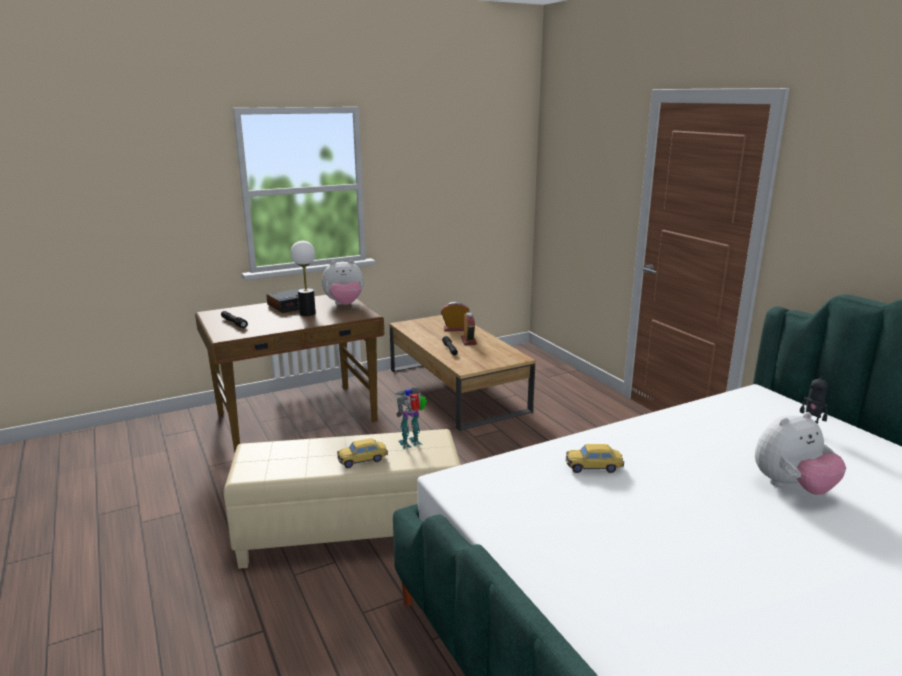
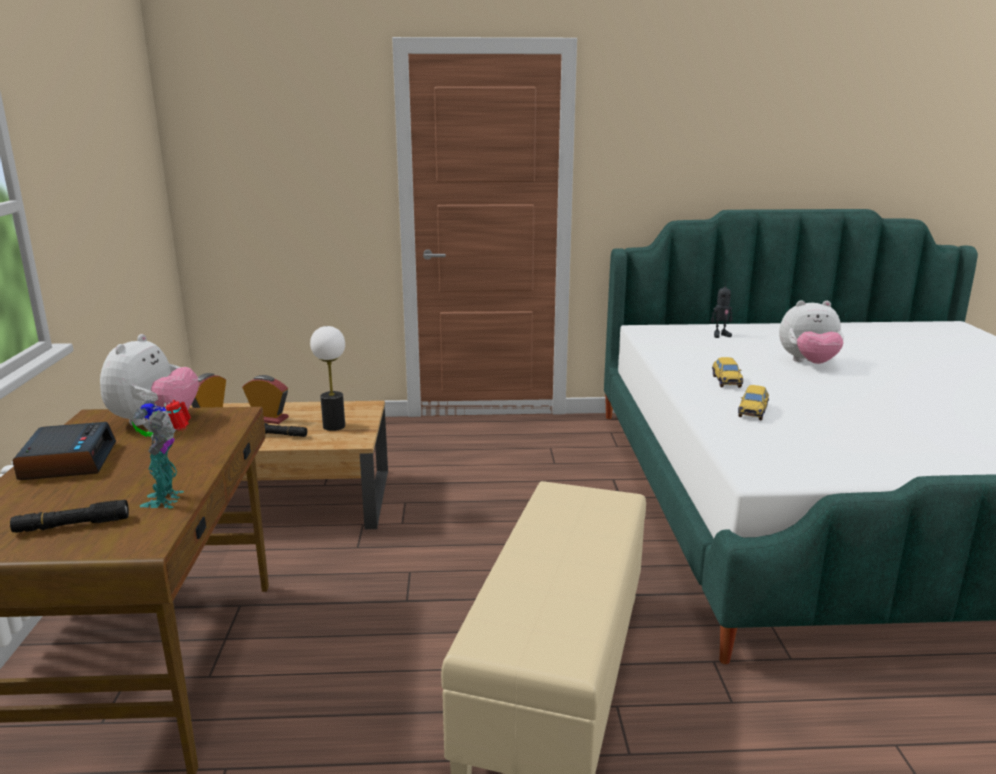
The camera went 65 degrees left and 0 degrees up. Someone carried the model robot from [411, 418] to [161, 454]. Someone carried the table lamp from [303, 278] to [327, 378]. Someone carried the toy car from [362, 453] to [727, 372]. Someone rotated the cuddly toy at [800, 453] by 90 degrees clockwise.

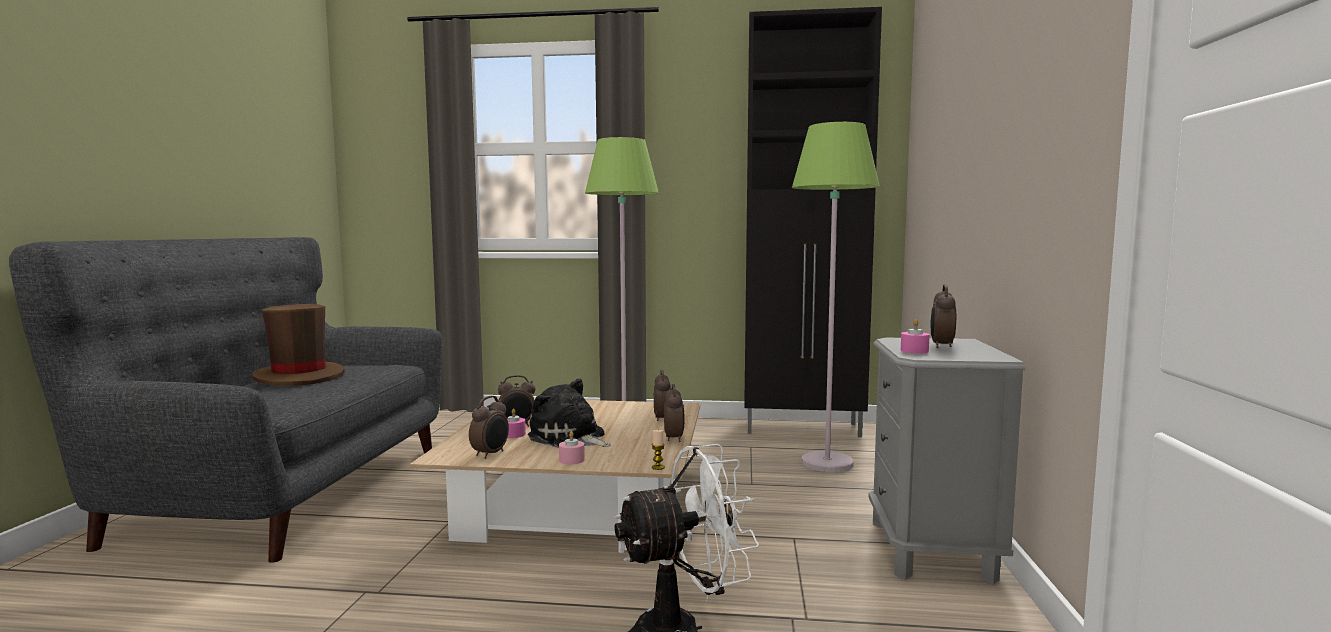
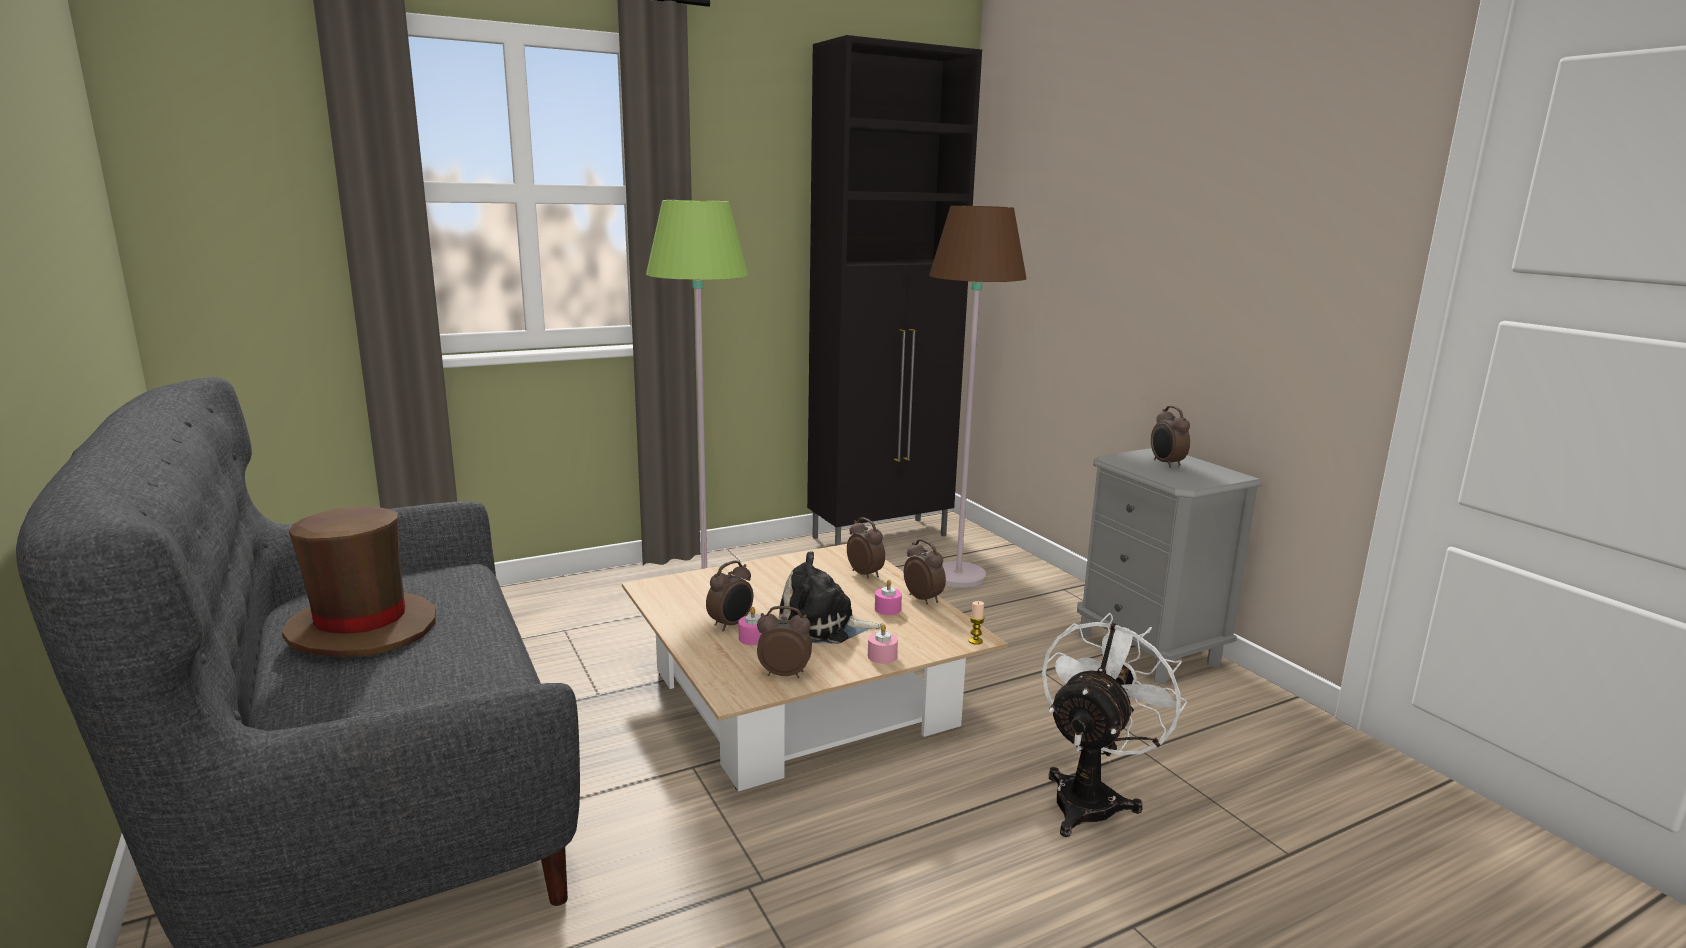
The camera went 35 degrees left and 10 degrees up. Someone rotated the alarm clock at [489, 427] by 75 degrees counterclockwise. Someone carried the candle (pink) from [915, 336] to [888, 597]. Someone repainted the standard lamp (green) at [836, 297], which became the standard lamp (brown-coloured) at [978, 397].

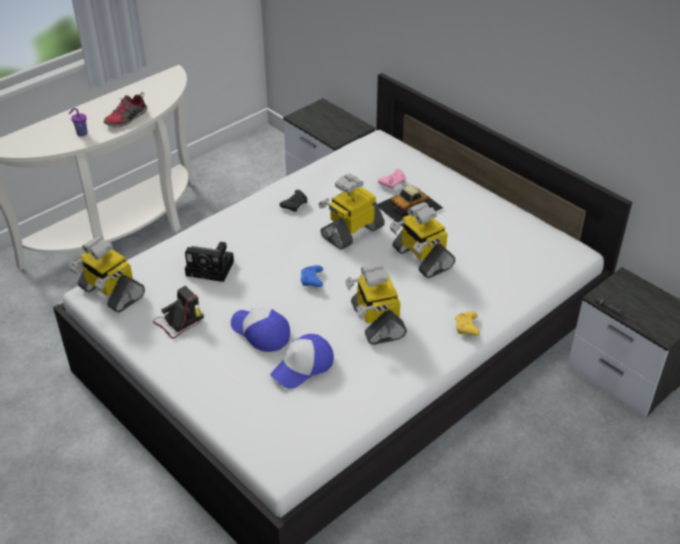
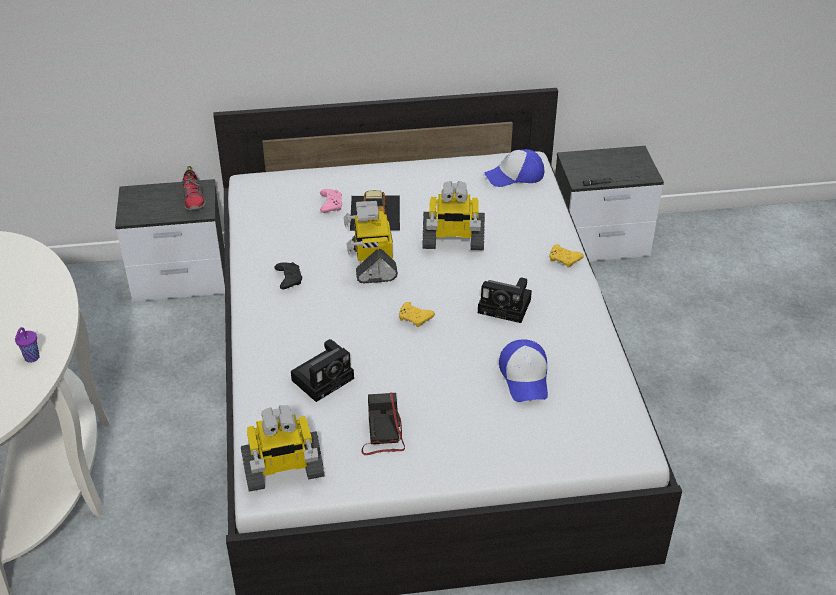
The camera went 55 degrees left and 0 degrees up. Someone carried the shoe from [125, 109] to [194, 188]. Someone repainted the joypad (blue) at [312, 276], which became the joypad (yellow) at [417, 314]. Someone swapped the model robot at [376, 304] for the still camera at [505, 300]. Someone carried the cap from [260, 330] to [514, 168].

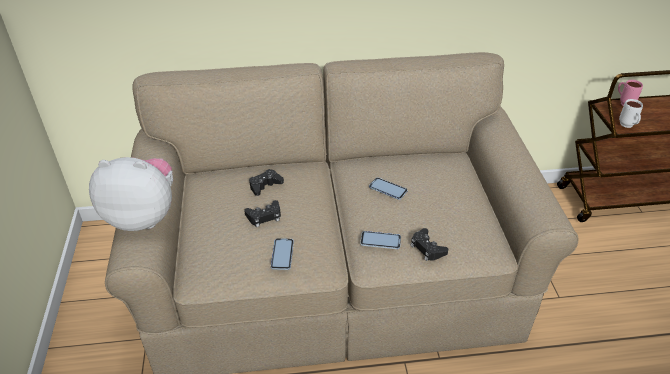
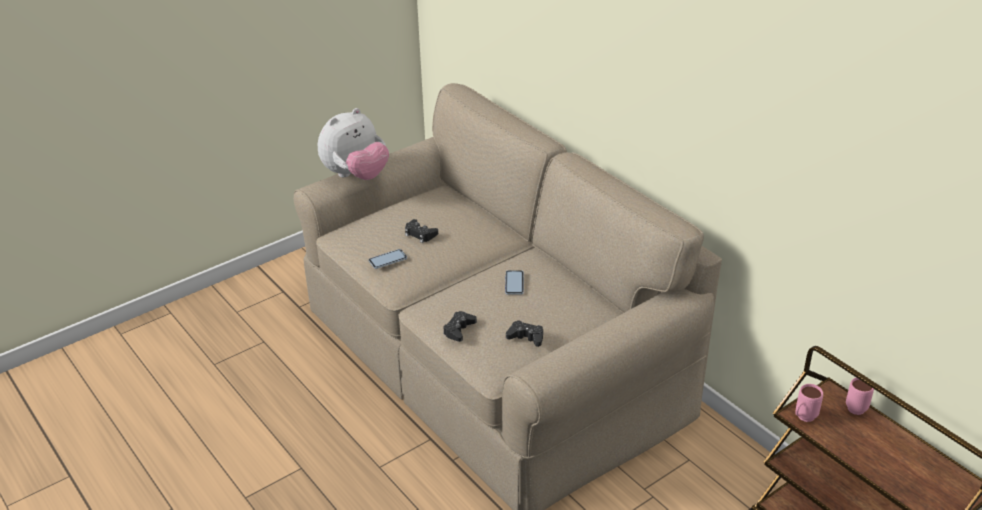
The camera went 60 degrees right and 5 degrees down. Someone rotated the cuddly toy at [131, 194] by 75 degrees clockwise. Someone carried the joypad (black-coloured) from [266, 182] to [524, 333]. Someone repainted the coffee mug (white-coloured) at [631, 113], which became the coffee mug (pink) at [809, 403]. Someone took away the telephone at [380, 240].

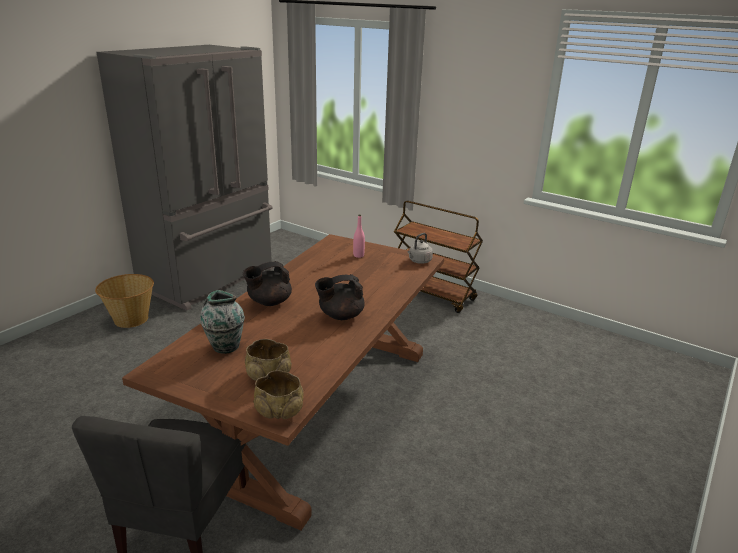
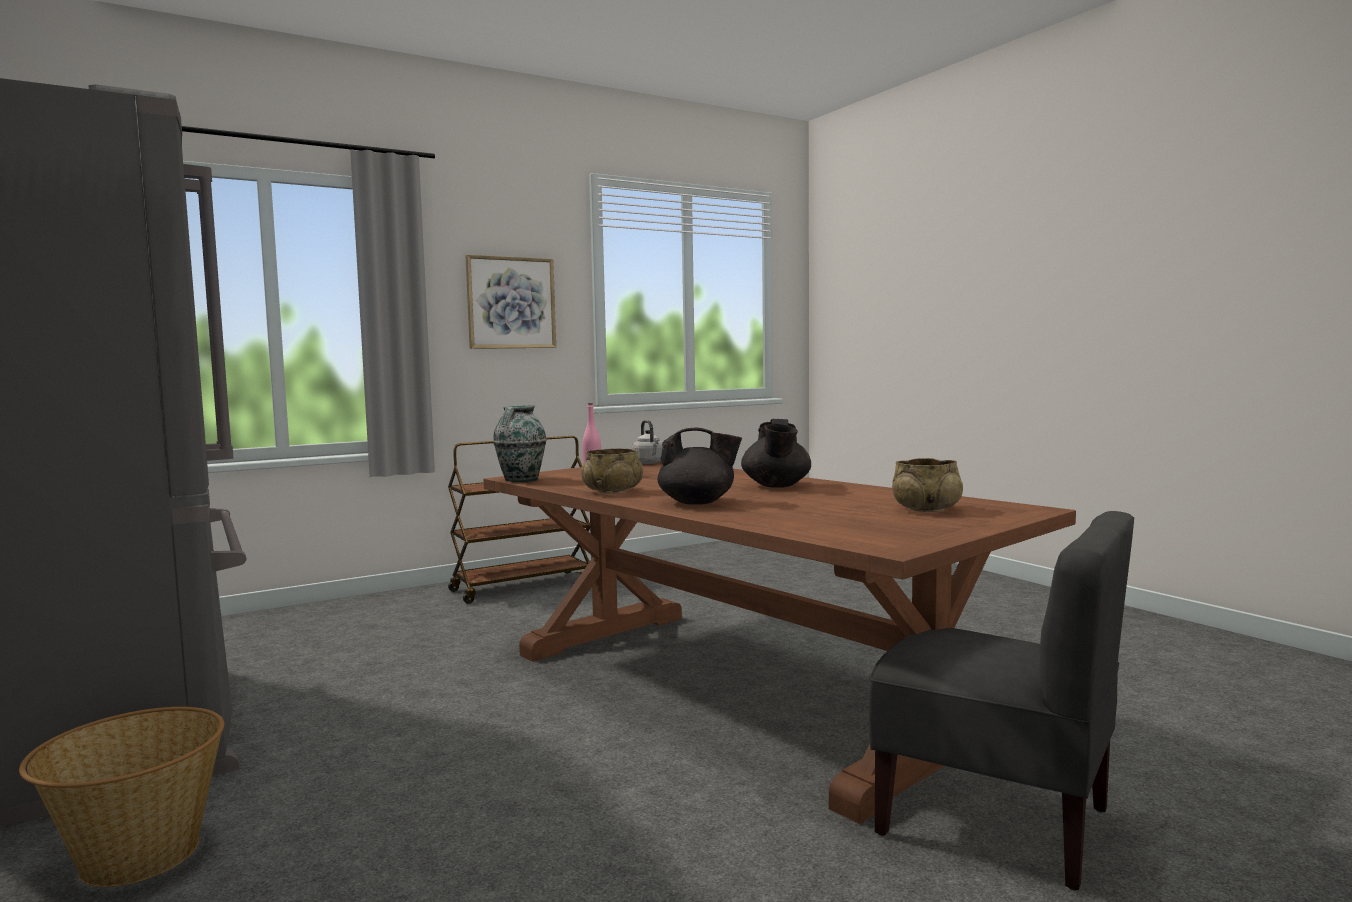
The camera went 65 degrees left and 20 degrees down. Someone put up the wall art at [510, 302]. Someone carried the vase from [222, 322] to [520, 443]. Someone carried the bowl (sand-coloured) from [278, 394] to [612, 471]. Someone rotated the tea pot (black-coloured) at [267, 283] by 75 degrees counterclockwise.

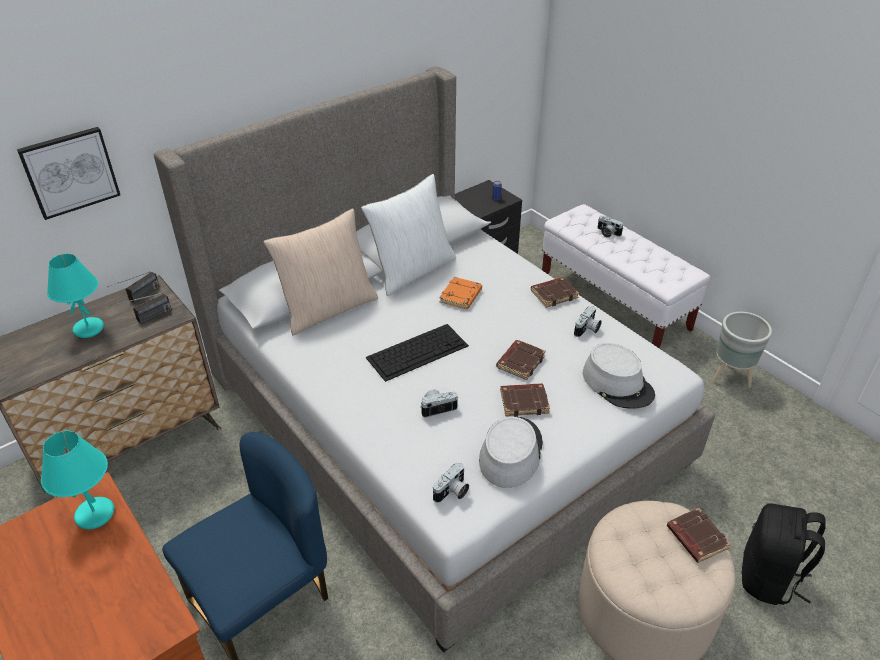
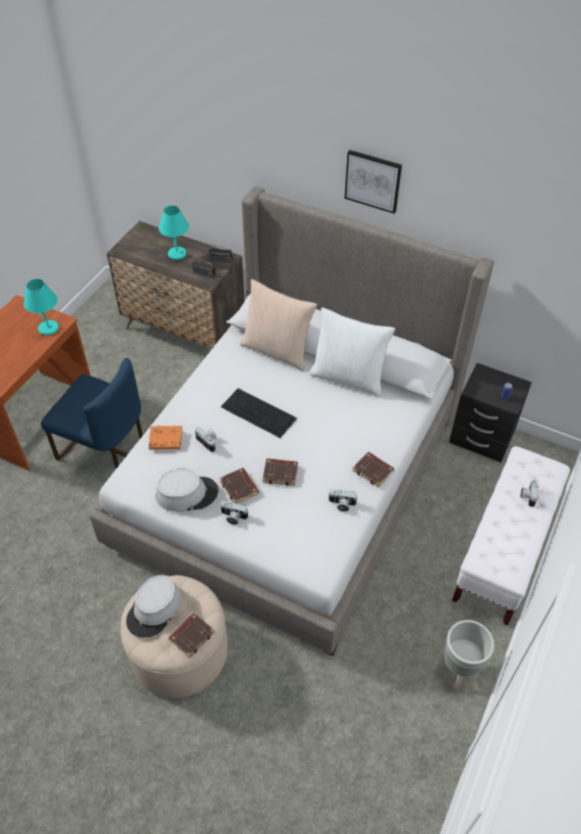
The camera went 65 degrees right and 10 degrees up. Someone carried the hat (greyish) from [619, 376] to [154, 606]. Someone carried the book (orangey) from [460, 293] to [166, 437]. Someone carried the still camera from [451, 483] to [234, 513]. Someone carried the wall art from [68, 173] to [373, 182]. Someone took away the backpack (black-coloured) at [783, 554].

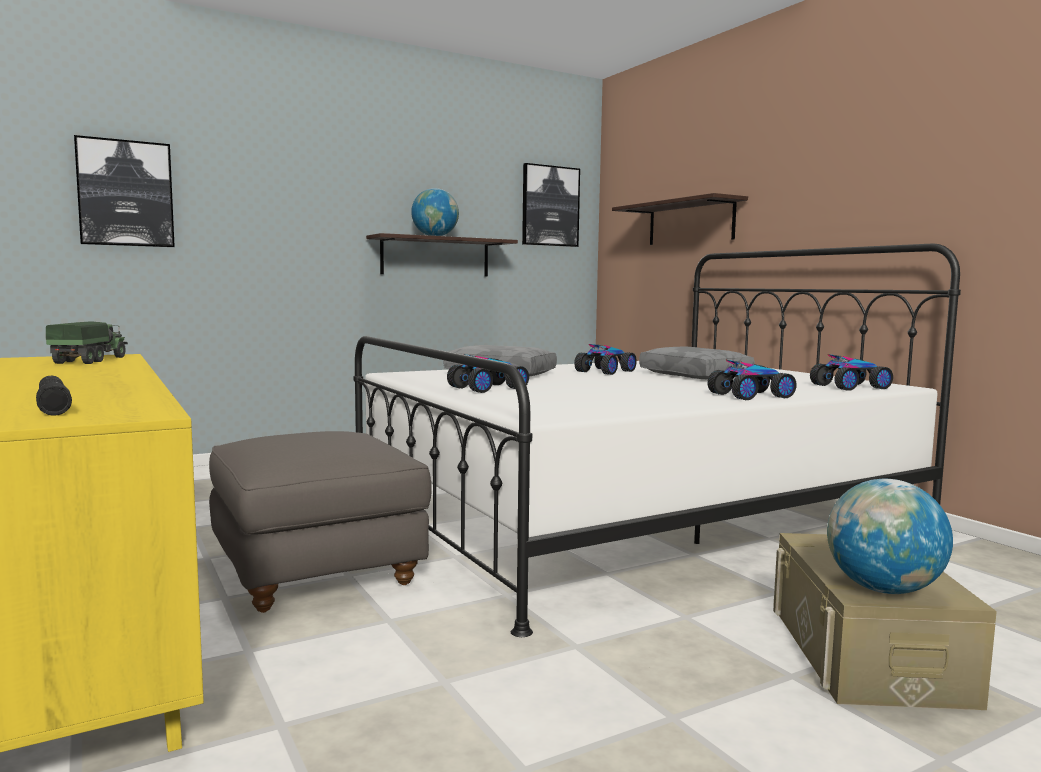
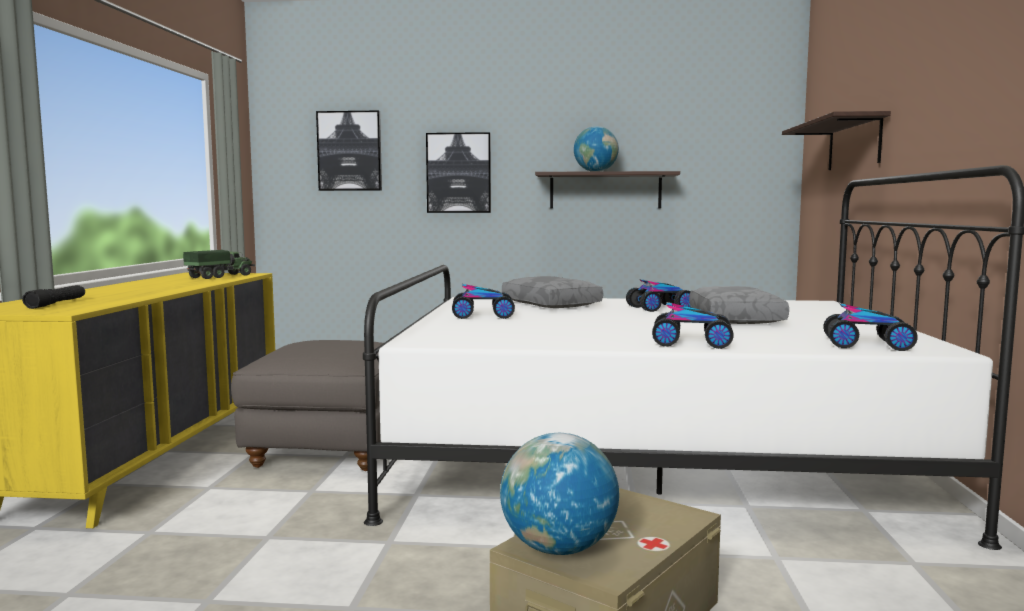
The camera went 35 degrees right and 0 degrees up. Someone carried the wall art from [551, 205] to [458, 172].

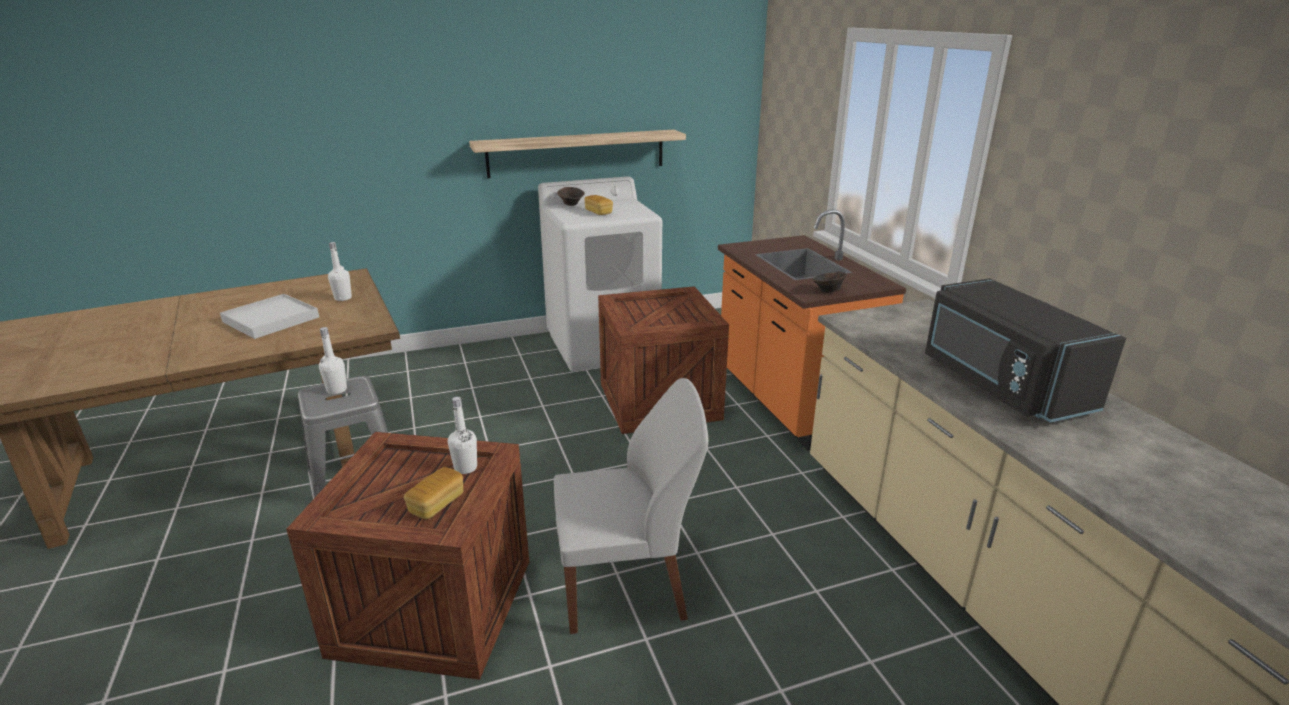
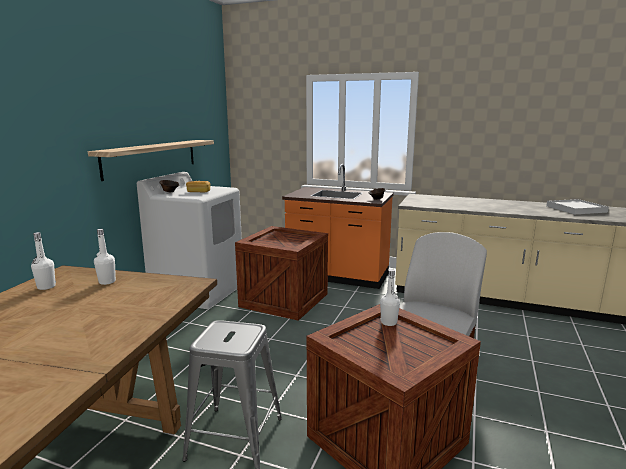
The camera went 50 degrees left and 10 degrees down. Someone carried the bottle (white-coloured) from [333, 360] to [43, 261]. Someone carried the tray (white-coloured) from [269, 316] to [577, 206]. Someone took away the baked bread at [433, 493]. Someone took away the kitchen microwave (black-coloured) at [1025, 350].

